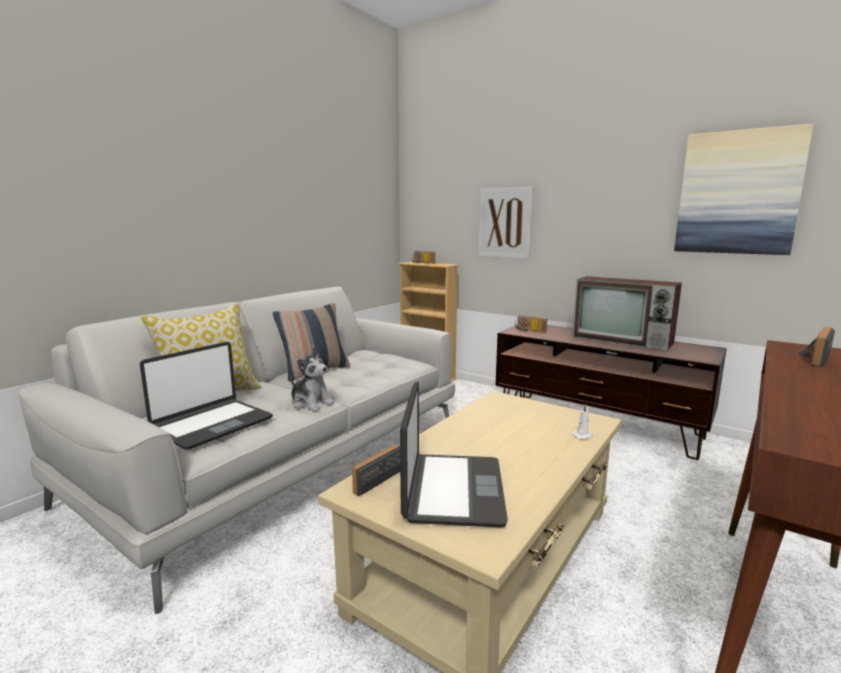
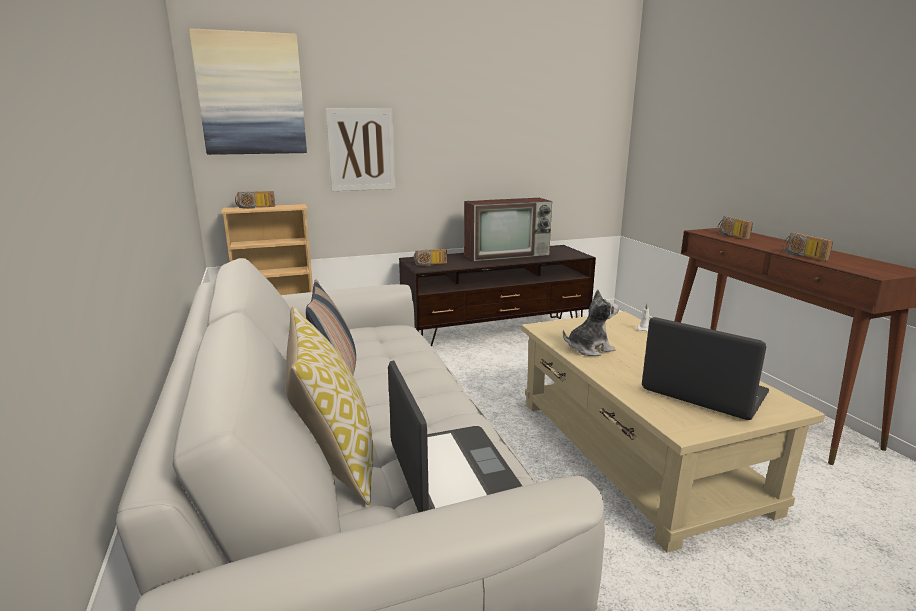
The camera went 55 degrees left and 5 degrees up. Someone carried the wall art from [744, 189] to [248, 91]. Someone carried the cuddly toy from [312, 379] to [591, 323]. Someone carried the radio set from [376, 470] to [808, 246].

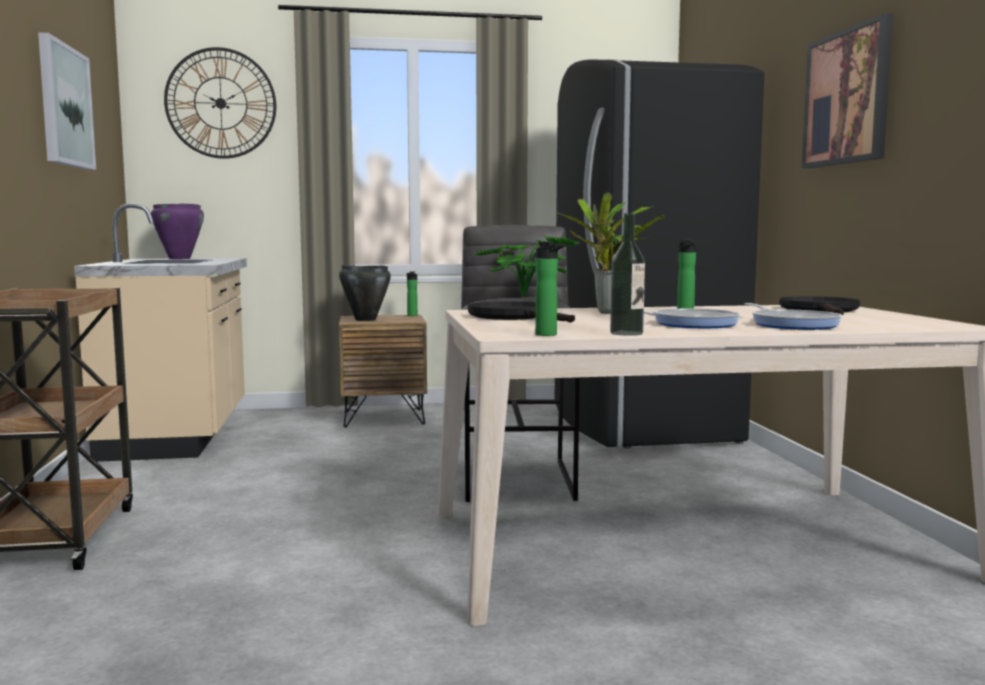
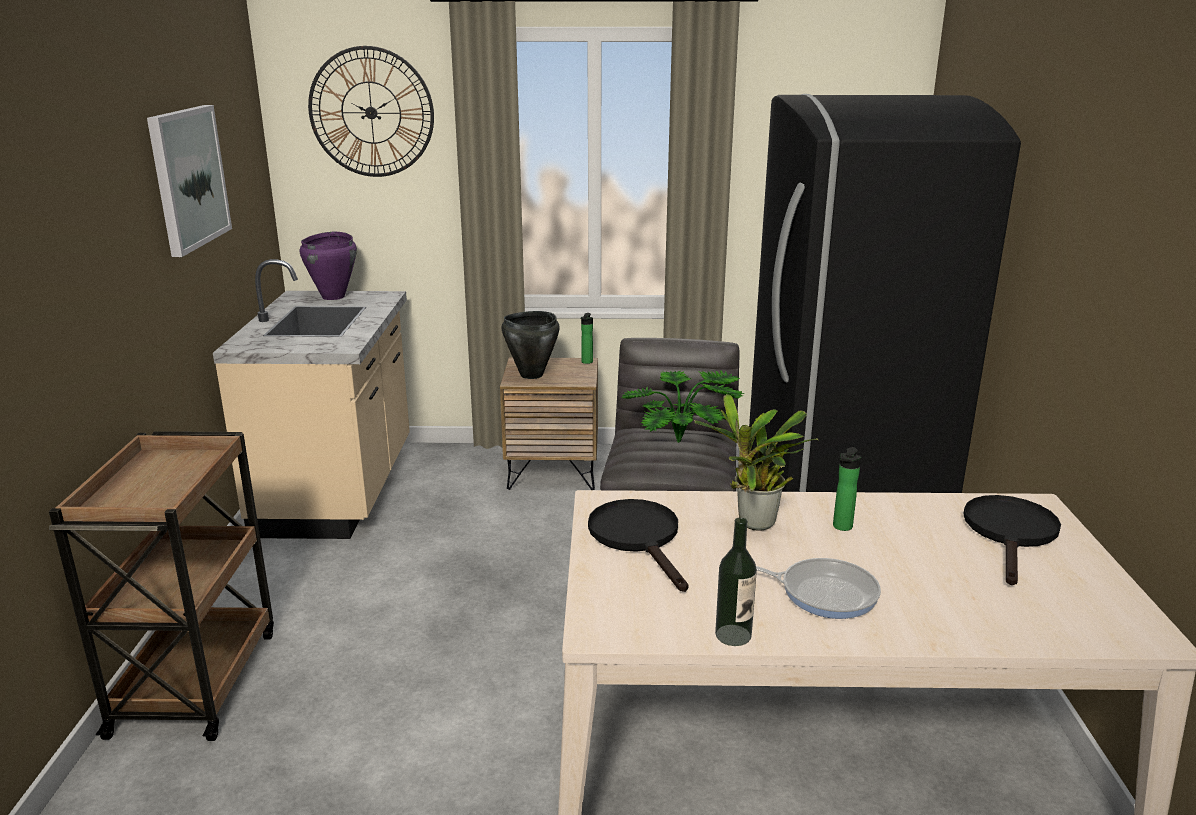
The camera went 10 degrees right and 15 degrees up. Someone took away the bottle at [550, 289]. Someone took away the frying pan at [793, 316]. Someone took away the wall art at [847, 90].

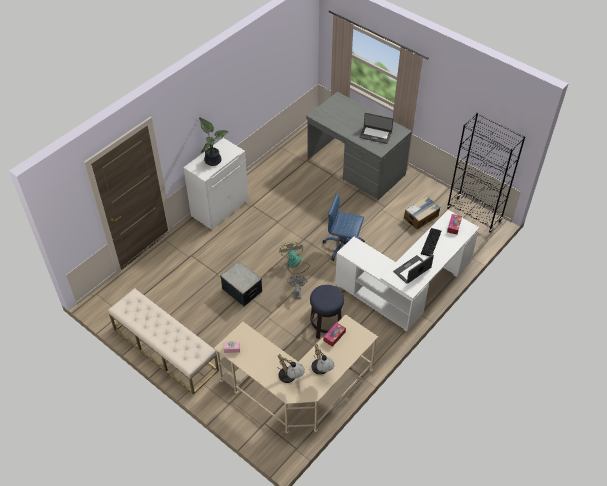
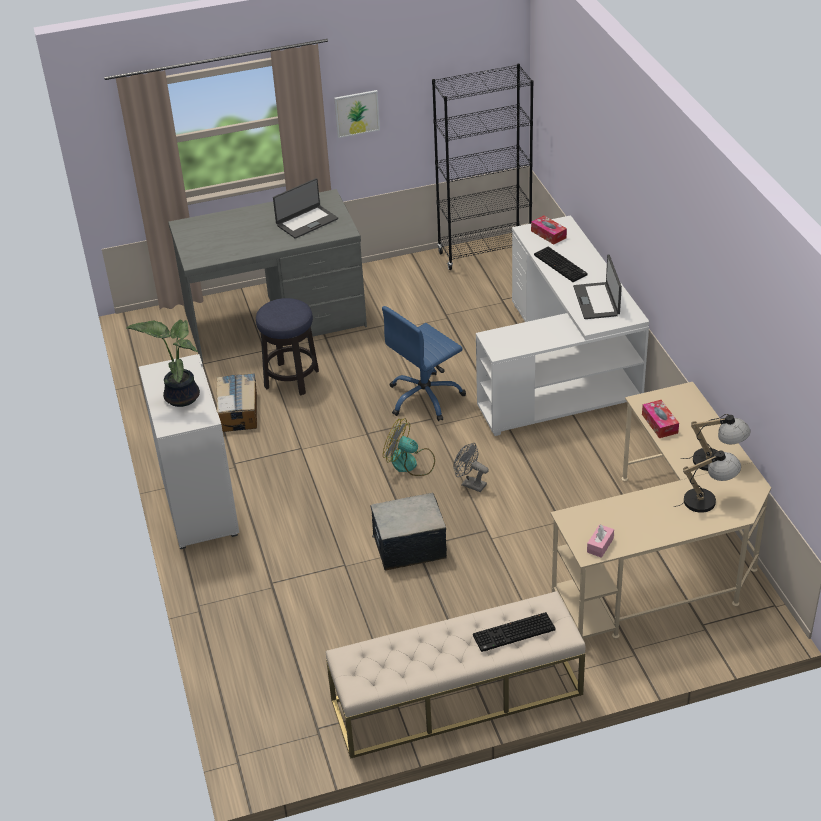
The camera went 55 degrees left and 10 degrees down. Someone carried the packing box from [422, 212] to [237, 402]. Someone carried the stool seat from [327, 312] to [287, 347]. Someone put up the wall art at [357, 114]. Someone put down the PC keyboard at [514, 632].

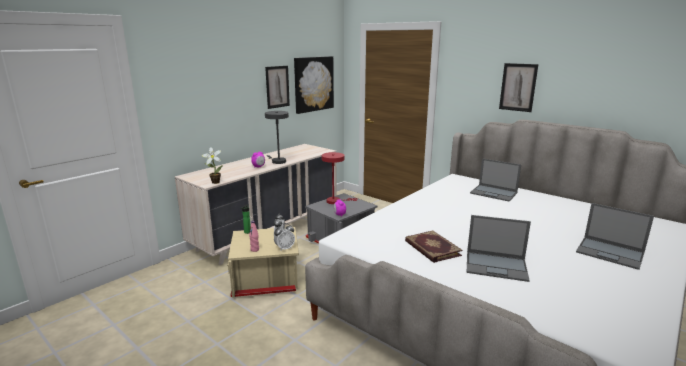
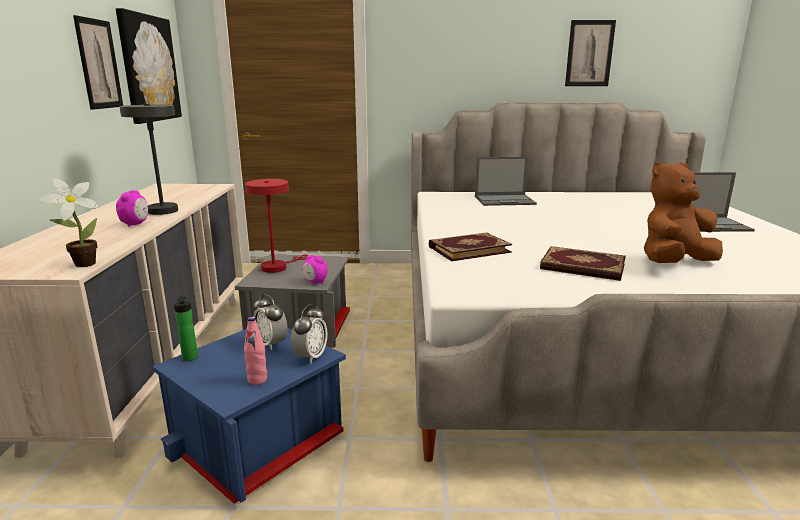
The camera went 40 degrees left and 0 degrees up. Someone repainted the storage box (sand-coloured) at [263, 262], which became the storage box (blue) at [249, 415]. Someone put down the book at [470, 246]. Someone carried the wall art from [518, 87] to [590, 53]. Someone swapped the portable computer at [499, 248] for the cuddly toy (brown-coloured) at [683, 212].

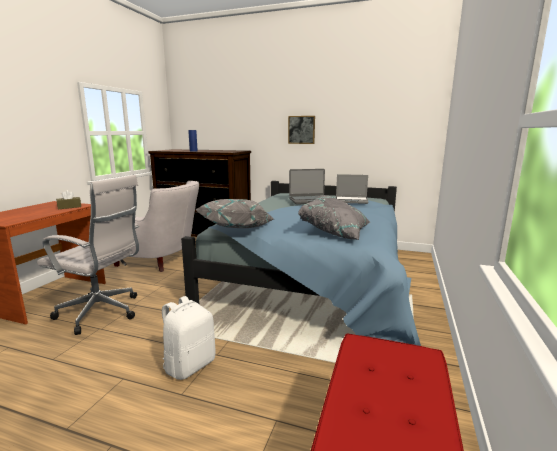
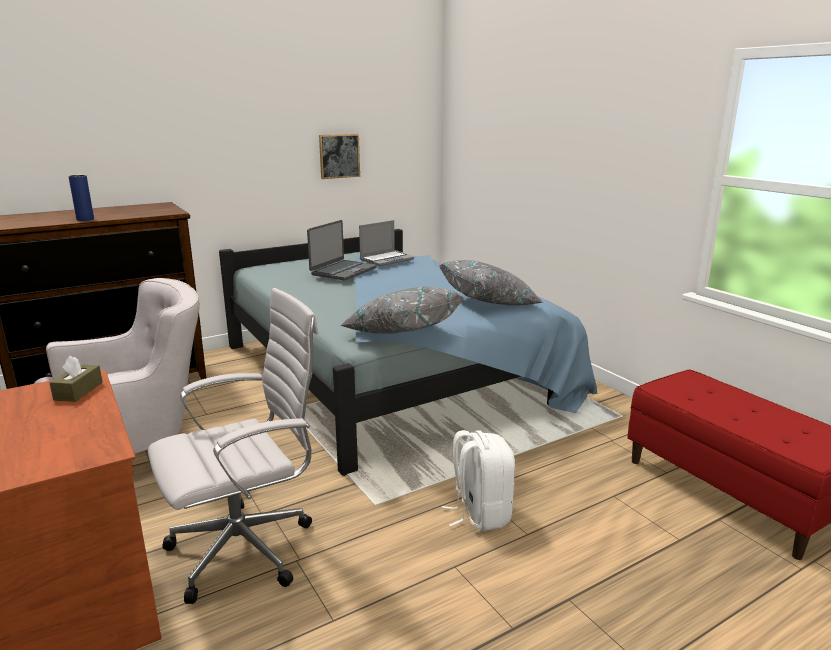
The camera went 50 degrees left and 5 degrees up. Someone carried the wall art from [301, 130] to [339, 156].

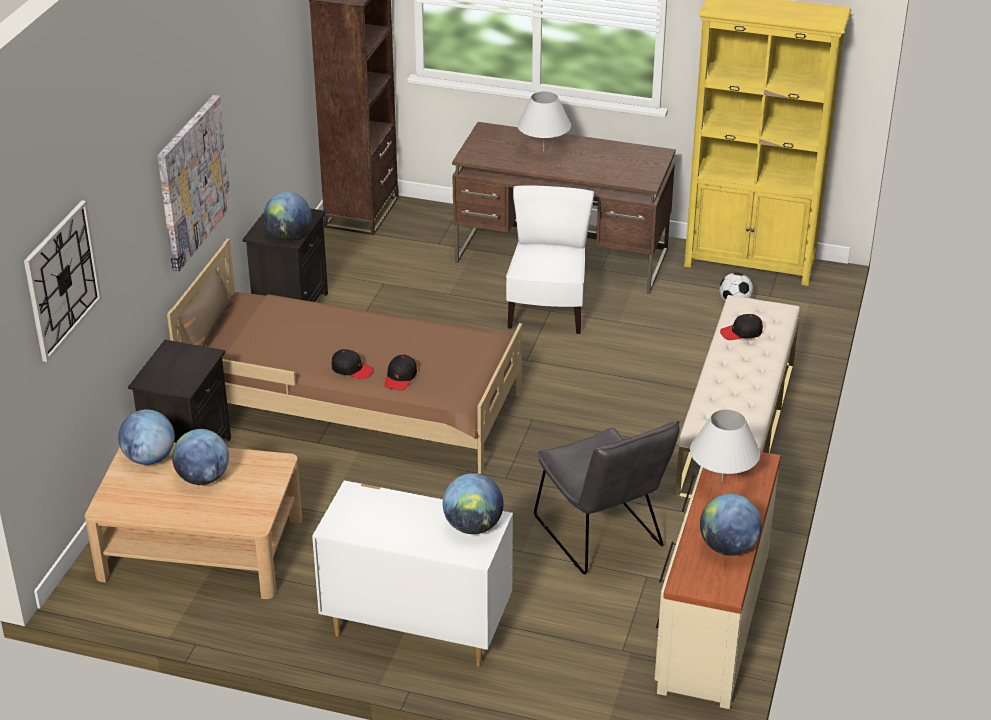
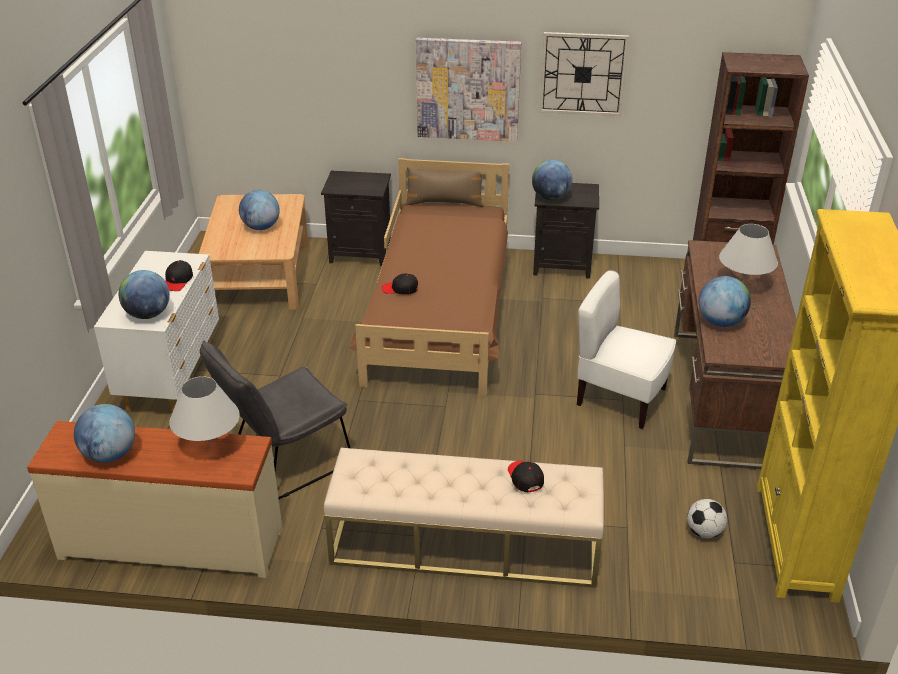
The camera went 80 degrees right and 0 degrees up. Someone carried the cap (black-coloured) from [353, 364] to [179, 275]. Someone carried the clock on the wall from [63, 281] to [584, 74]. Someone rotated the plain chair (white-coloured) at [550, 259] by 150 degrees counterclockwise. Someone carried the desk globe from [146, 437] to [725, 301].

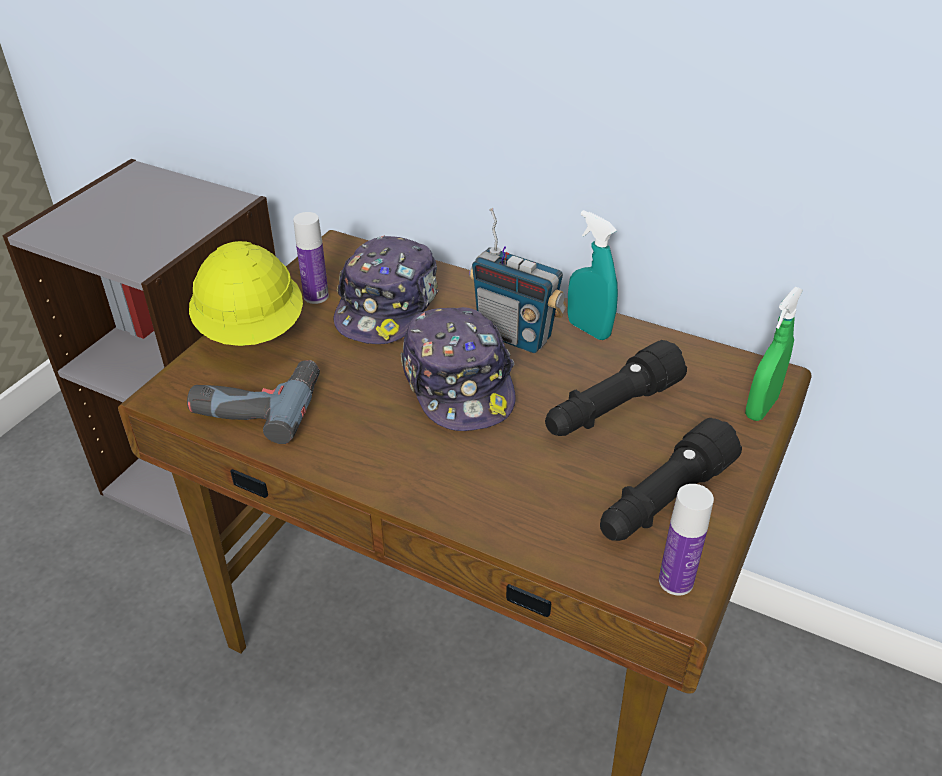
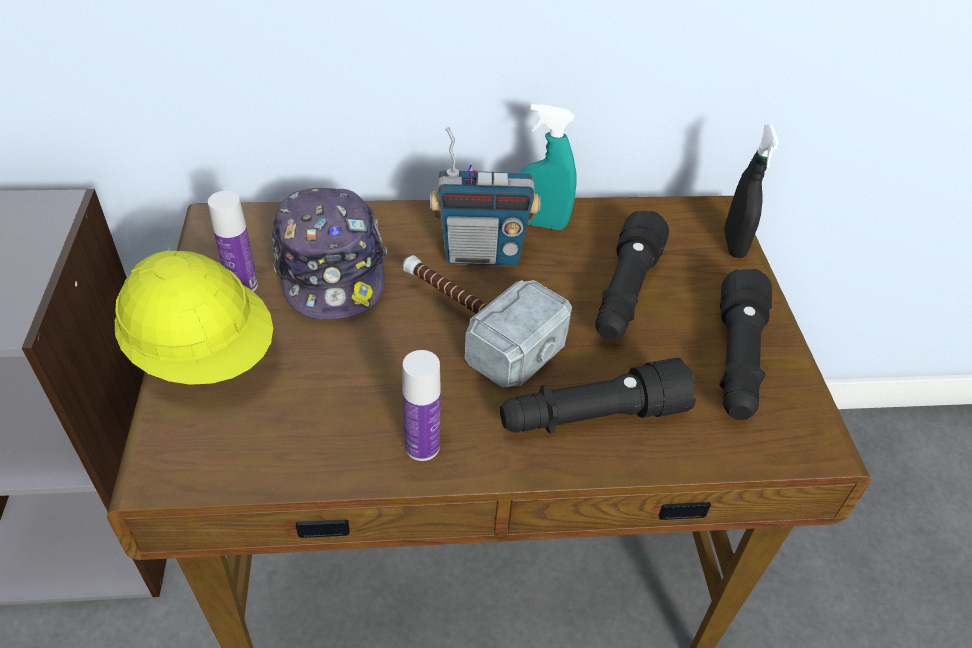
The camera went 35 degrees left and 5 degrees up. Someone swapped the cap at [458, 369] for the tool hammer at [487, 321]. Someone carried the bottle from [686, 539] to [422, 405]. Someone put down the torch (black-coloured) at [598, 395]. Someone repainted the sprayer (green) at [774, 354], which became the sprayer (black-coloured) at [752, 191]. Someone took away the power drill at [253, 402].

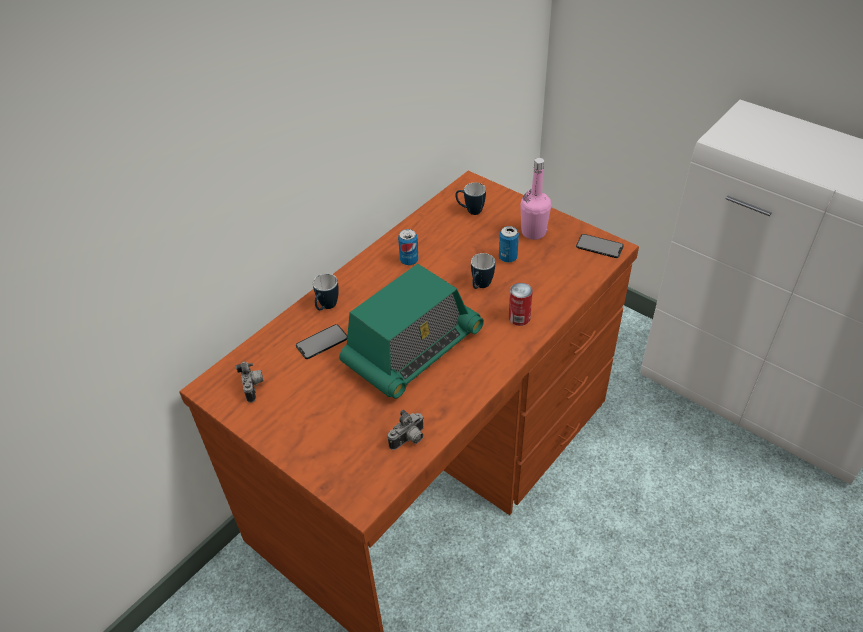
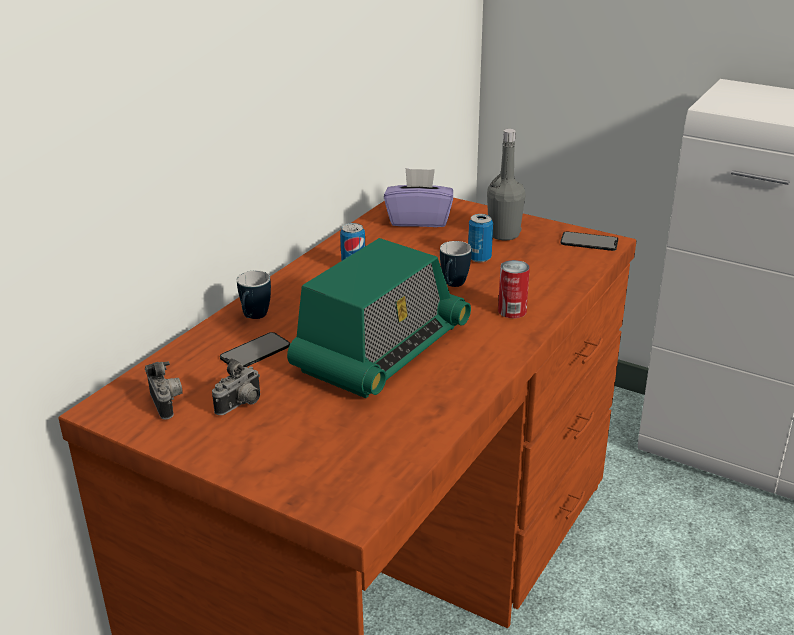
The camera went 10 degrees left and 15 degrees down. Someone carried the still camera from [406, 430] to [236, 386]. Someone swapped the coffee mug at [470, 199] for the box of tissues (purple) at [418, 197]. Someone repainted the bottle (pink) at [535, 199], which became the bottle (greyish) at [506, 184].

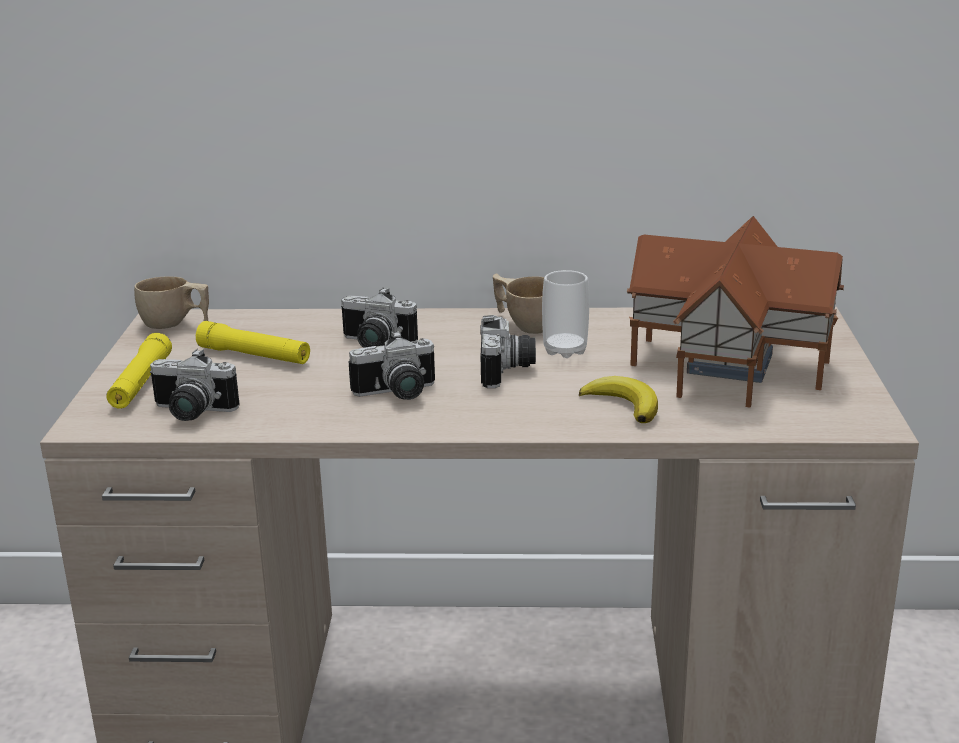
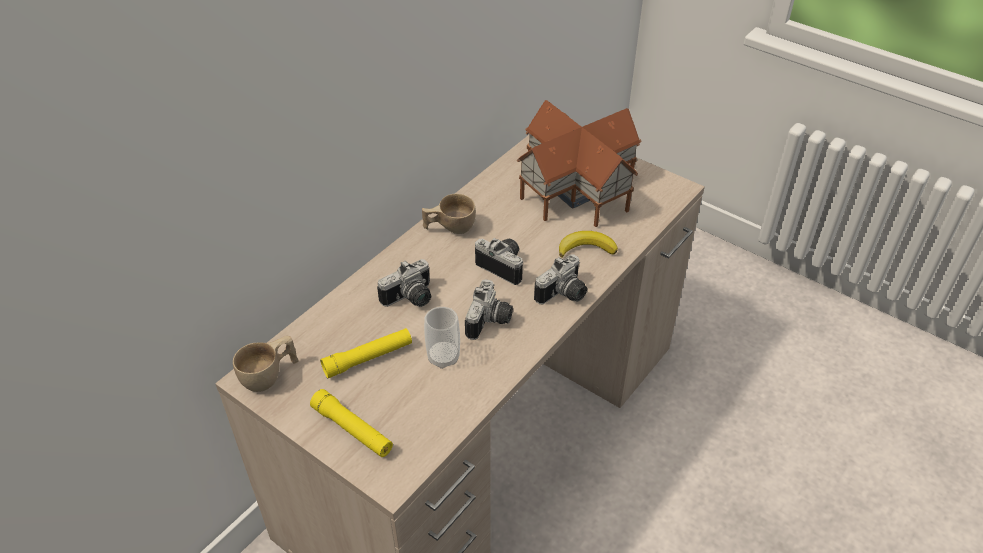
The camera went 55 degrees left and 20 degrees up. Someone carried the cup from [565, 314] to [442, 338]. Someone carried the still camera from [194, 385] to [560, 279].

